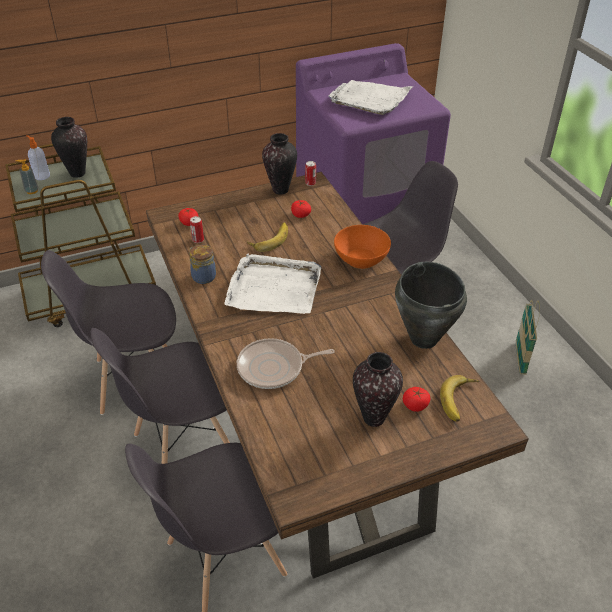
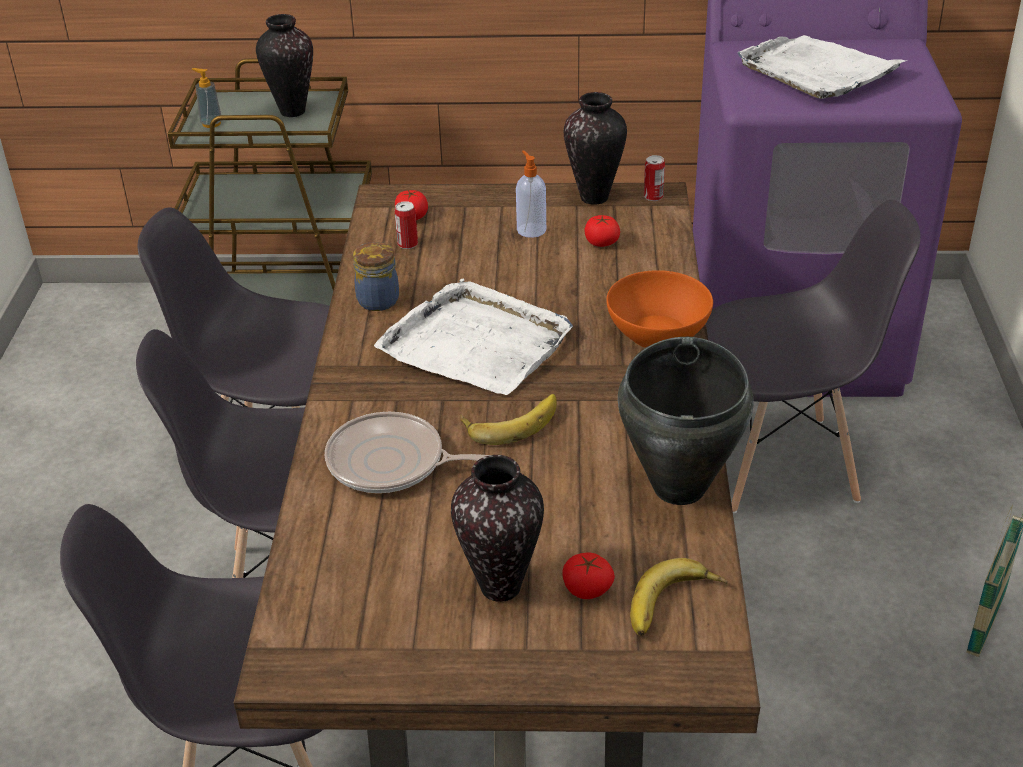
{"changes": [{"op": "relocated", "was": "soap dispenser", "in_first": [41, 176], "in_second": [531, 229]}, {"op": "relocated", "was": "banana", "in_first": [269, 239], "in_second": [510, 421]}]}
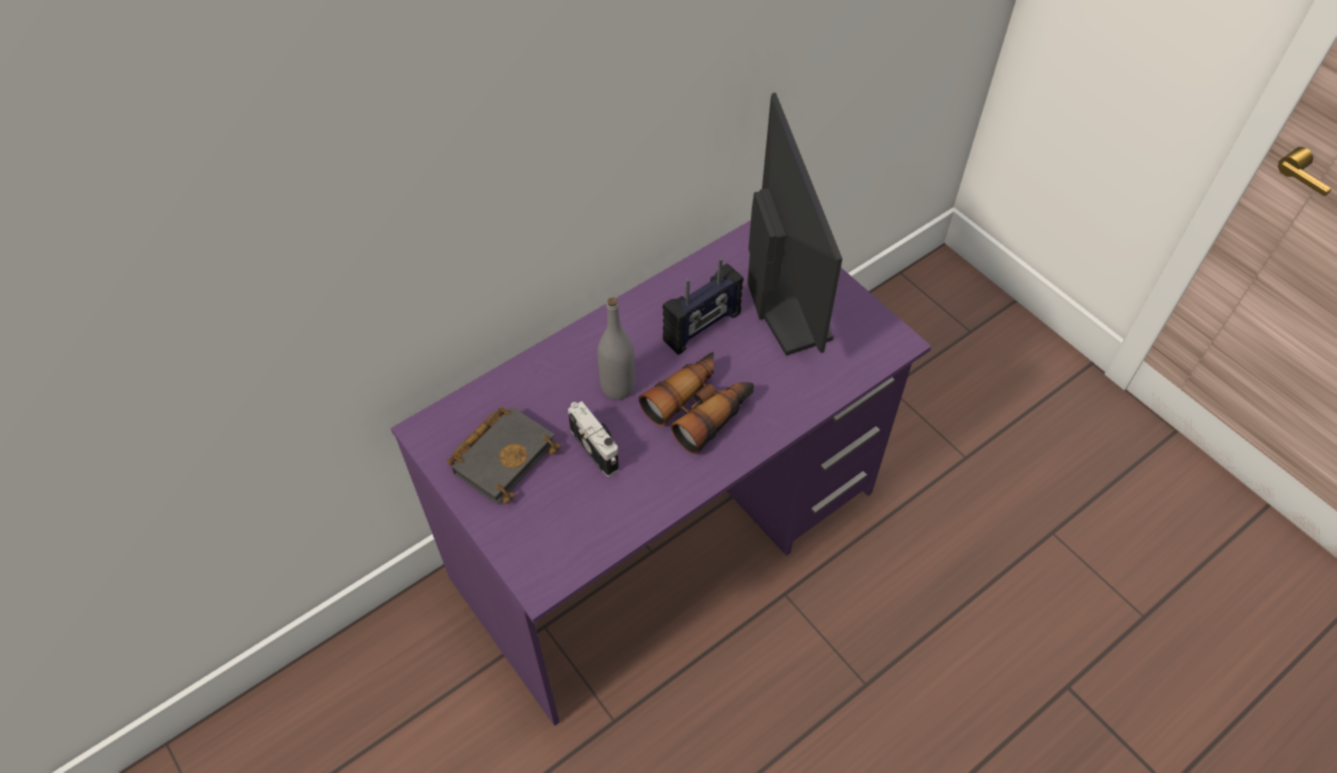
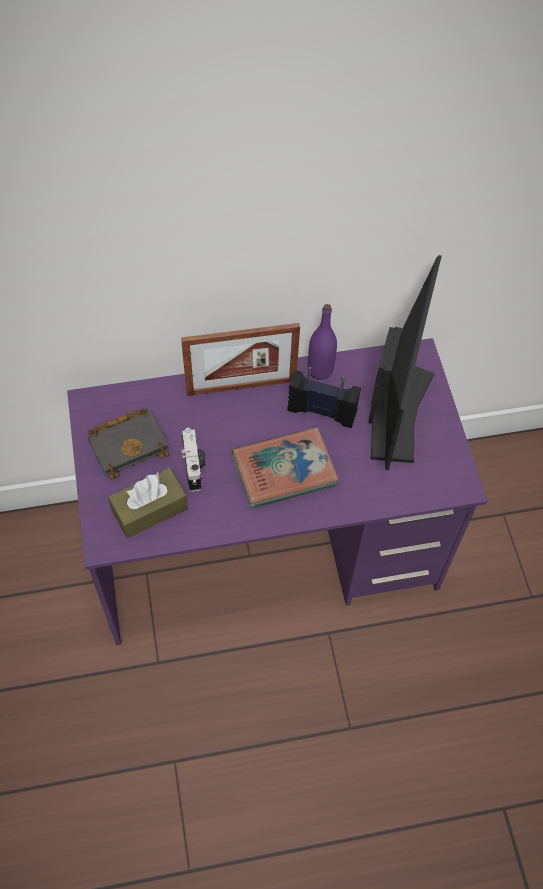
{"changes": [{"op": "missing", "was": "grey bottle", "in_first": [618, 387]}, {"op": "appeared", "now": "brown tissue box", "in_second": [149, 509]}, {"op": "appeared", "now": "picture frame", "in_second": [241, 386]}, {"op": "appeared", "now": "purple bottle", "in_second": [320, 370]}, {"op": "exchanged", "was": "binoculars", "now": "book", "in_first": [700, 408], "in_second": [284, 470]}, {"op": "spun", "was": "radio", "in_first": [702, 327], "in_second": [322, 411], "clockwise": -150}]}
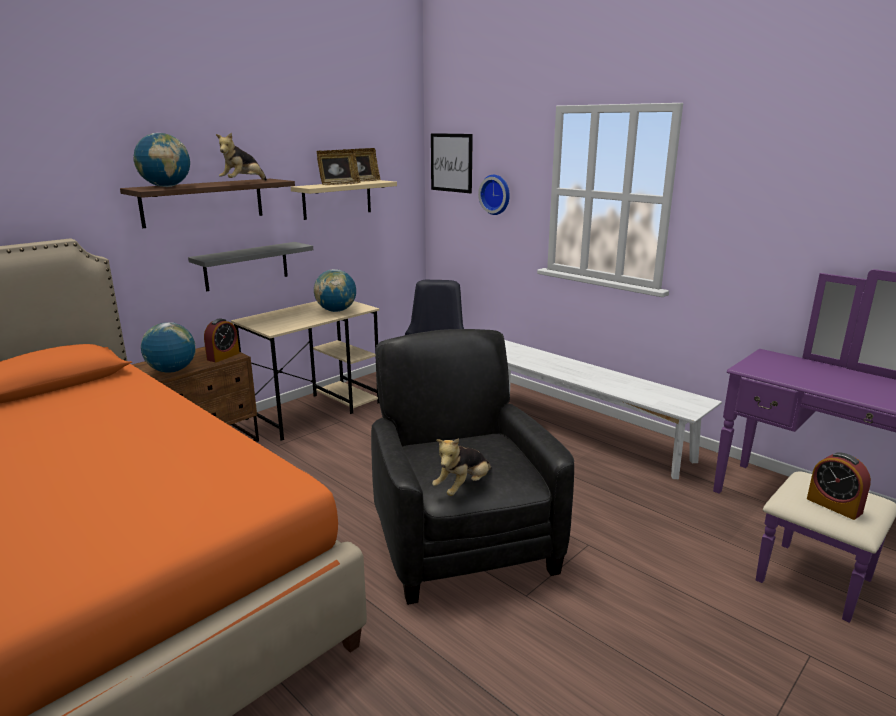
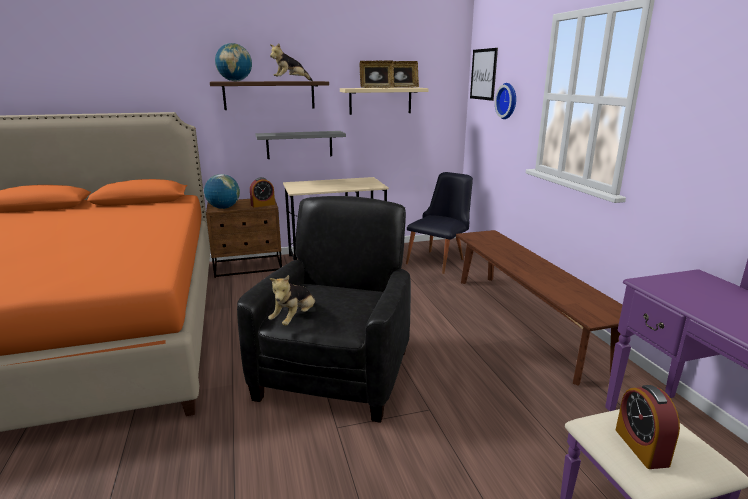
{"changes": [{"op": "missing", "was": "globe", "in_first": [336, 311]}, {"op": "colour", "was": "white bench", "now": "brown bench", "in_first": [580, 431], "in_second": [525, 321]}, {"op": "spun", "was": "plush toy", "in_first": [463, 487], "in_second": [294, 319], "clockwise": -45}]}
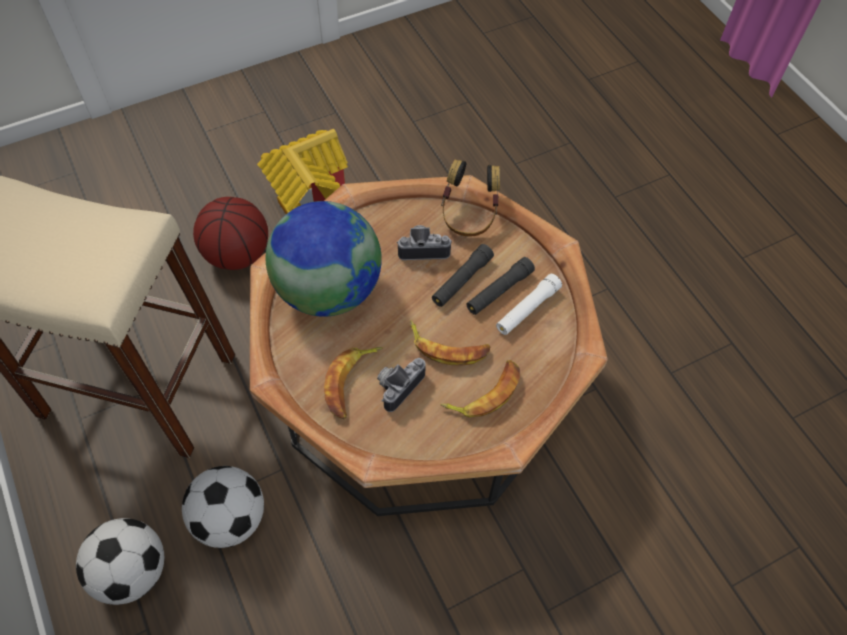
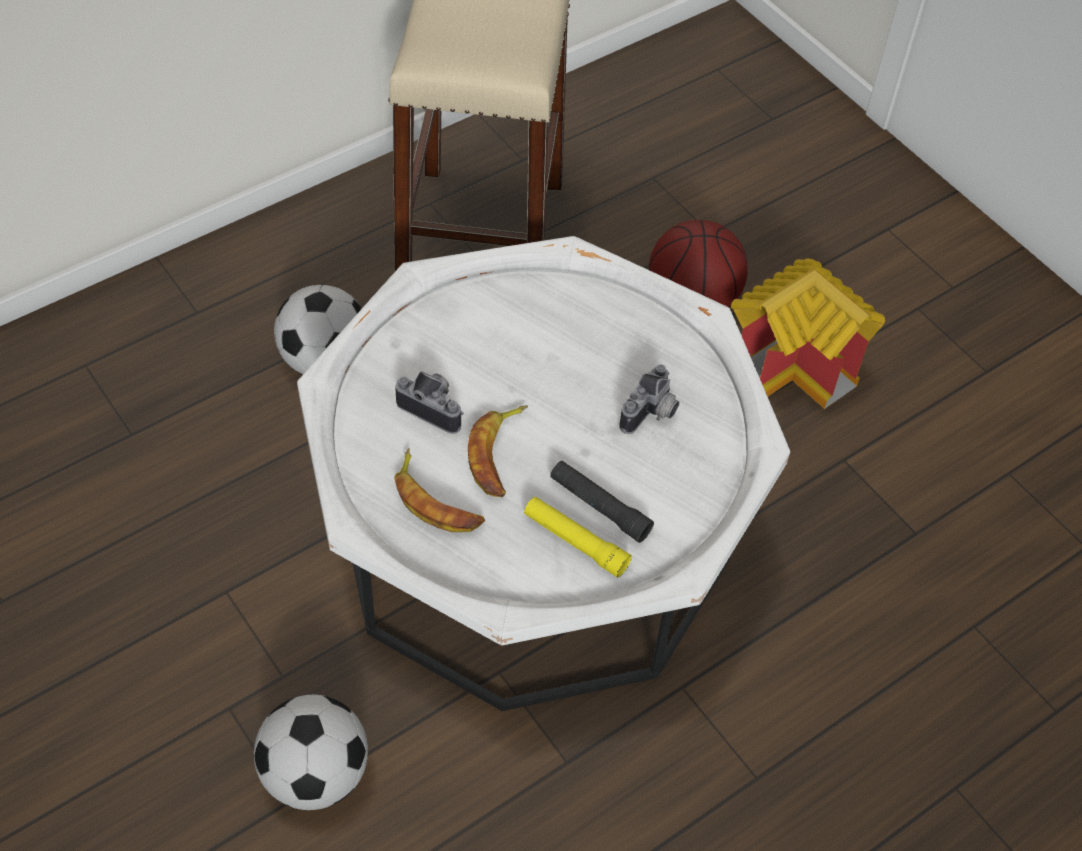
{"changes": [{"op": "missing", "was": "globe", "in_first": [328, 290]}, {"op": "missing", "was": "banana", "in_first": [351, 383]}, {"op": "missing", "was": "black flashlight", "in_first": [461, 280]}, {"op": "missing", "was": "headphones", "in_first": [469, 216]}, {"op": "relocated", "was": "football", "in_first": [132, 571], "in_second": [315, 774]}, {"op": "colour", "was": "brown coffee table", "now": "white coffee table", "in_first": [421, 384], "in_second": [533, 533]}, {"op": "colour", "was": "white flashlight", "now": "yellow flashlight", "in_first": [527, 309], "in_second": [575, 542]}, {"op": "spun", "was": "photo camera", "in_first": [423, 248], "in_second": [652, 414], "clockwise": 45}]}
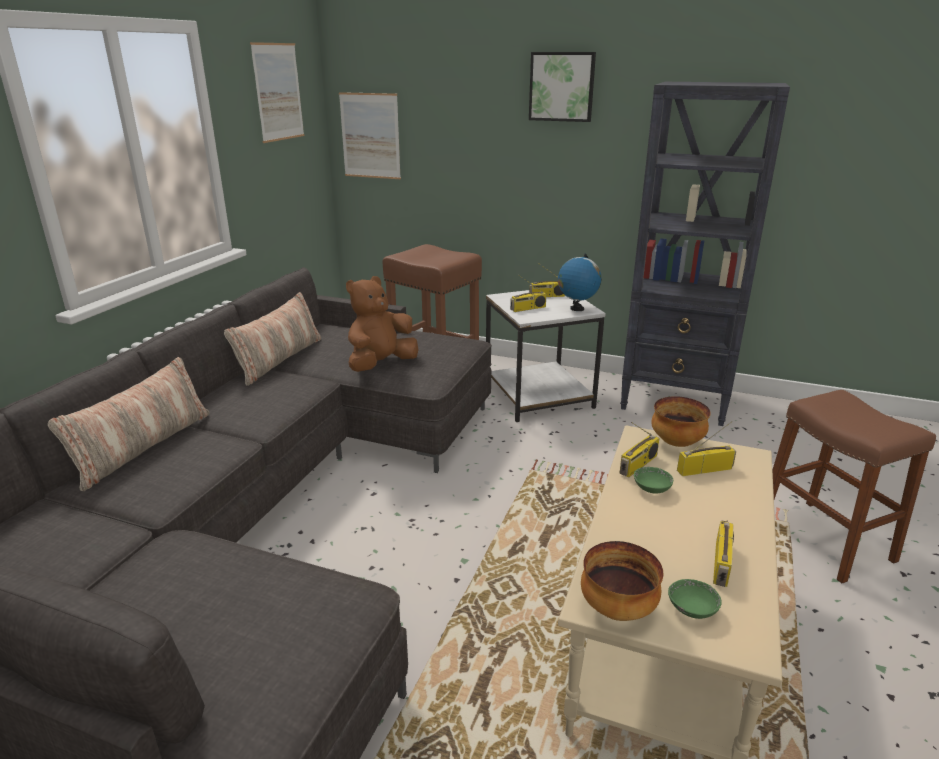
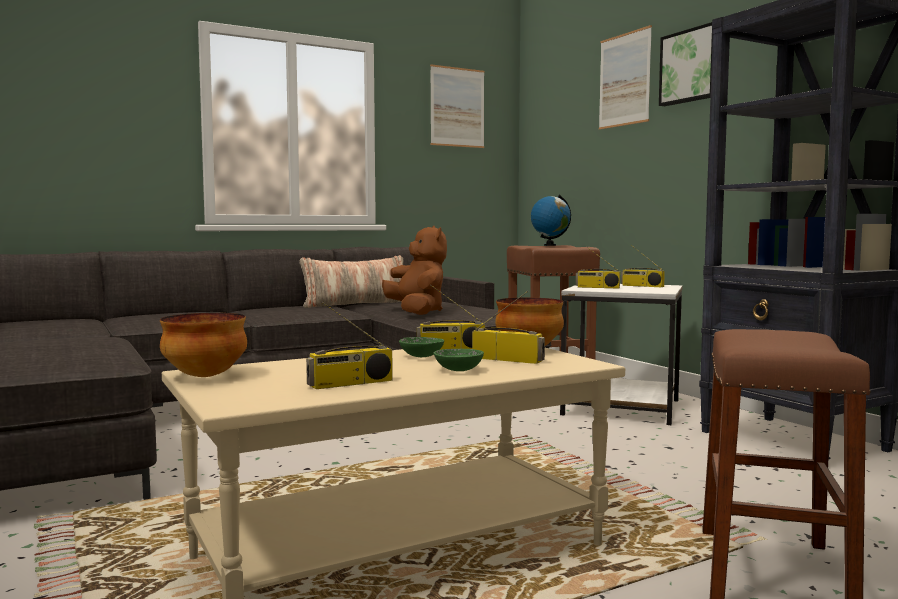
{"changes": [{"op": "missing", "was": "pillow", "in_first": [143, 446]}, {"op": "relocated", "was": "picture", "in_first": [370, 136], "in_second": [624, 80]}, {"op": "relocated", "was": "globe", "in_first": [577, 309], "in_second": [550, 245]}, {"op": "relocated", "was": "green bowl", "in_first": [692, 609], "in_second": [458, 370]}, {"op": "spun", "was": "brown plush toy", "in_first": [381, 365], "in_second": [417, 312], "clockwise": 75}]}
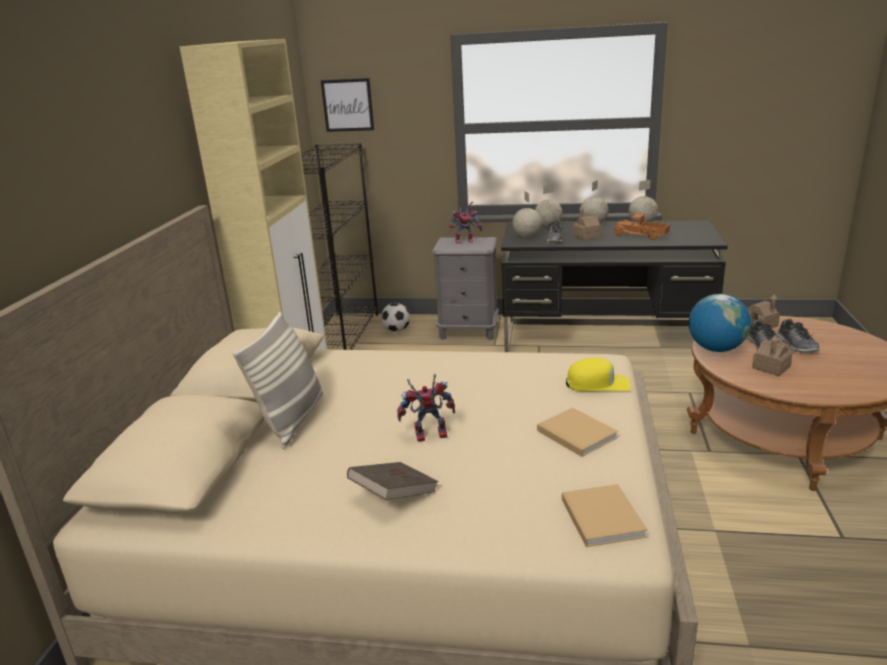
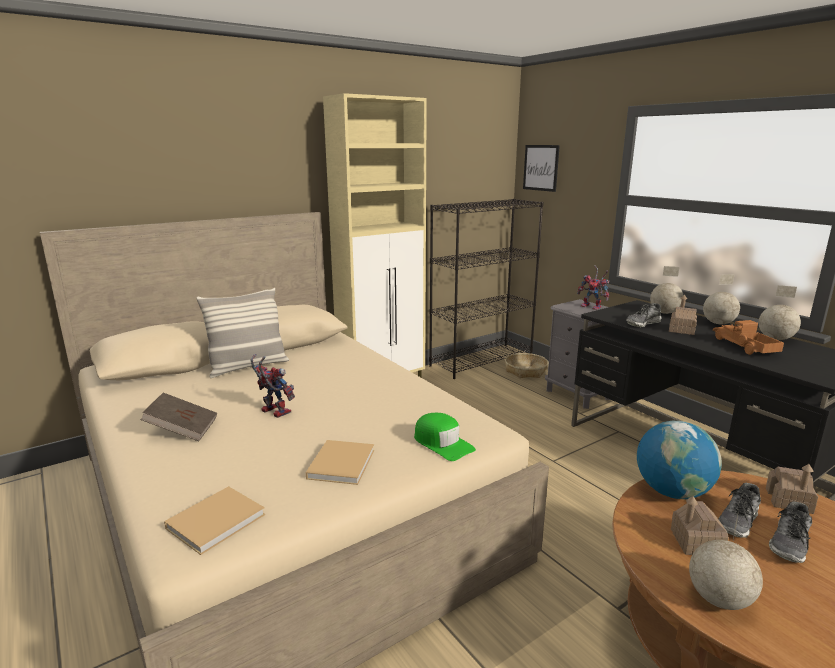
{"changes": [{"op": "relocated", "was": "globe", "in_first": [526, 237], "in_second": [718, 599]}, {"op": "exchanged", "was": "football", "now": "basket", "in_first": [396, 330], "in_second": [525, 371]}, {"op": "colour", "was": "yellow cap", "now": "green cap", "in_first": [597, 384], "in_second": [442, 443]}]}
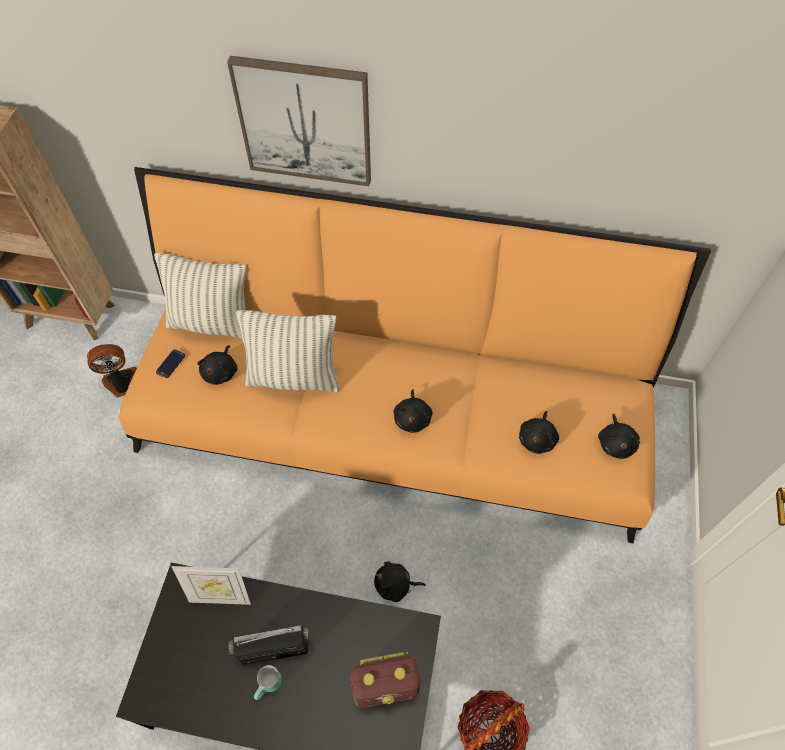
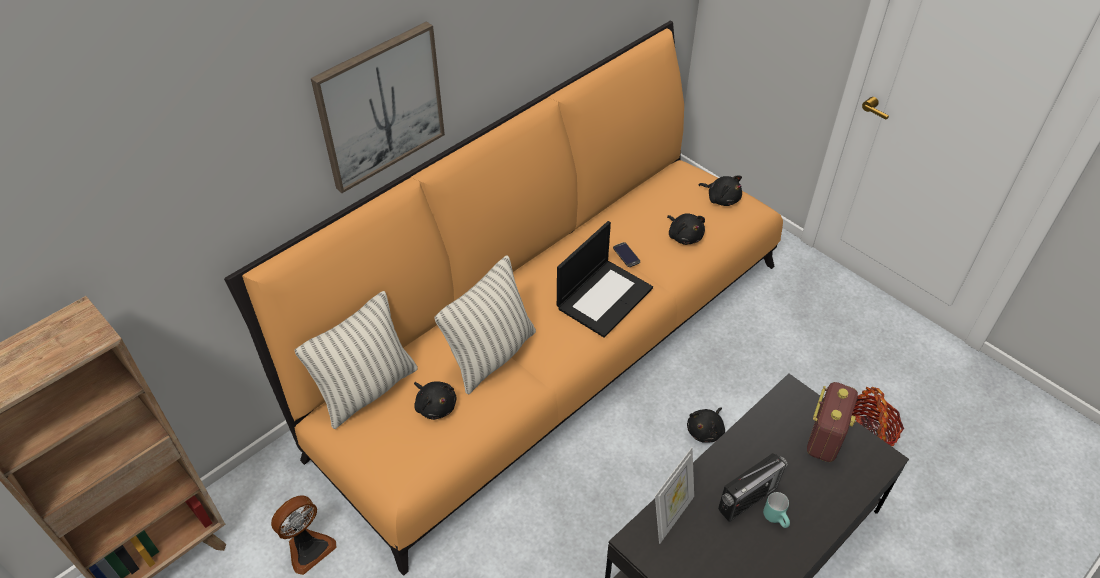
{"changes": [{"op": "relocated", "was": "phone", "in_first": [170, 363], "in_second": [626, 255]}, {"op": "exchanged", "was": "black plush toy", "now": "laptop", "in_first": [412, 418], "in_second": [604, 297]}, {"op": "spun", "was": "fan", "in_first": [122, 383], "in_second": [308, 548], "clockwise": -150}, {"op": "spun", "was": "radio", "in_first": [275, 650], "in_second": [747, 498], "clockwise": -150}]}
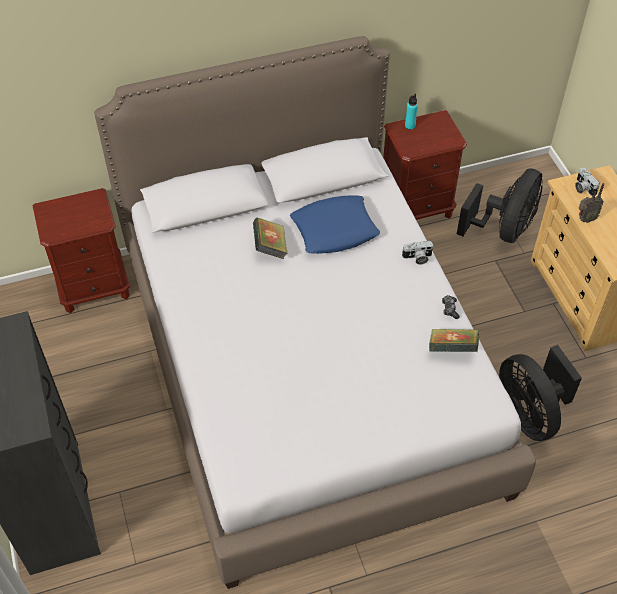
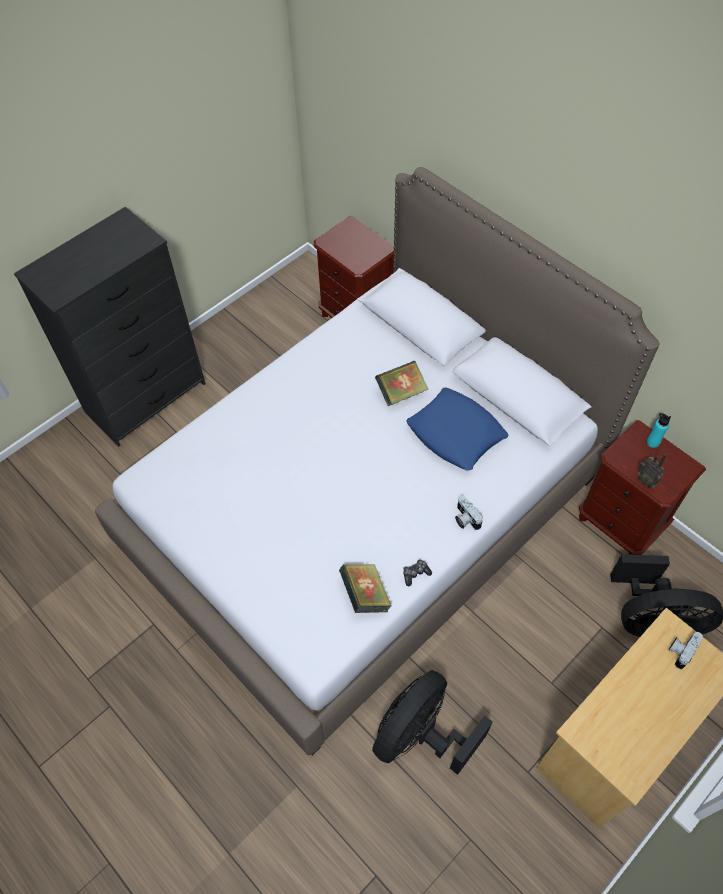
{"changes": [{"op": "relocated", "was": "radio", "in_first": [585, 219], "in_second": [646, 480]}]}
